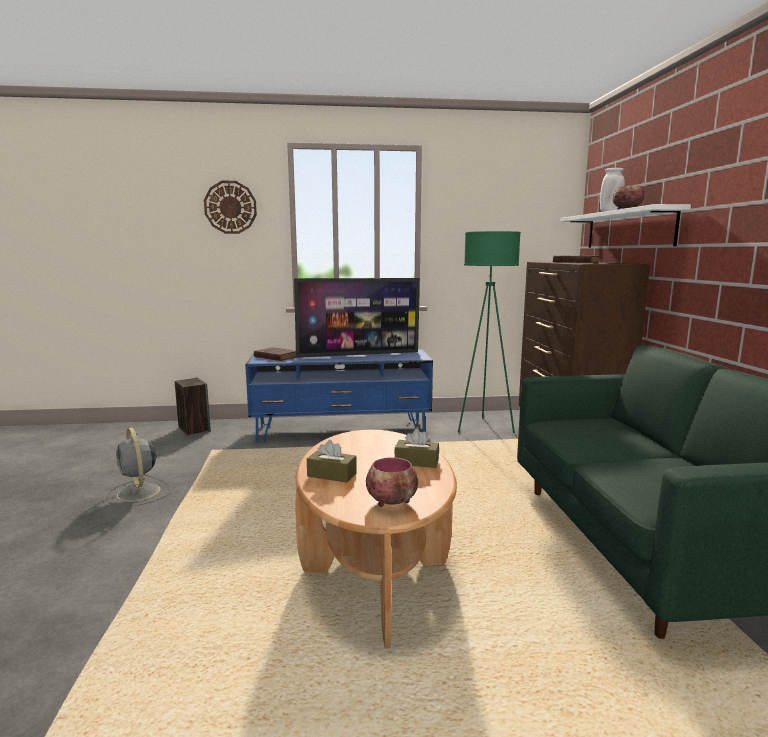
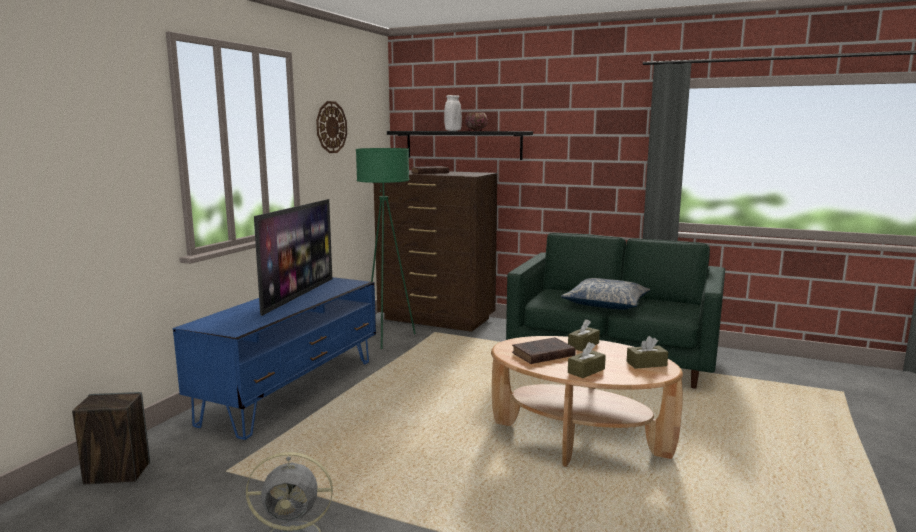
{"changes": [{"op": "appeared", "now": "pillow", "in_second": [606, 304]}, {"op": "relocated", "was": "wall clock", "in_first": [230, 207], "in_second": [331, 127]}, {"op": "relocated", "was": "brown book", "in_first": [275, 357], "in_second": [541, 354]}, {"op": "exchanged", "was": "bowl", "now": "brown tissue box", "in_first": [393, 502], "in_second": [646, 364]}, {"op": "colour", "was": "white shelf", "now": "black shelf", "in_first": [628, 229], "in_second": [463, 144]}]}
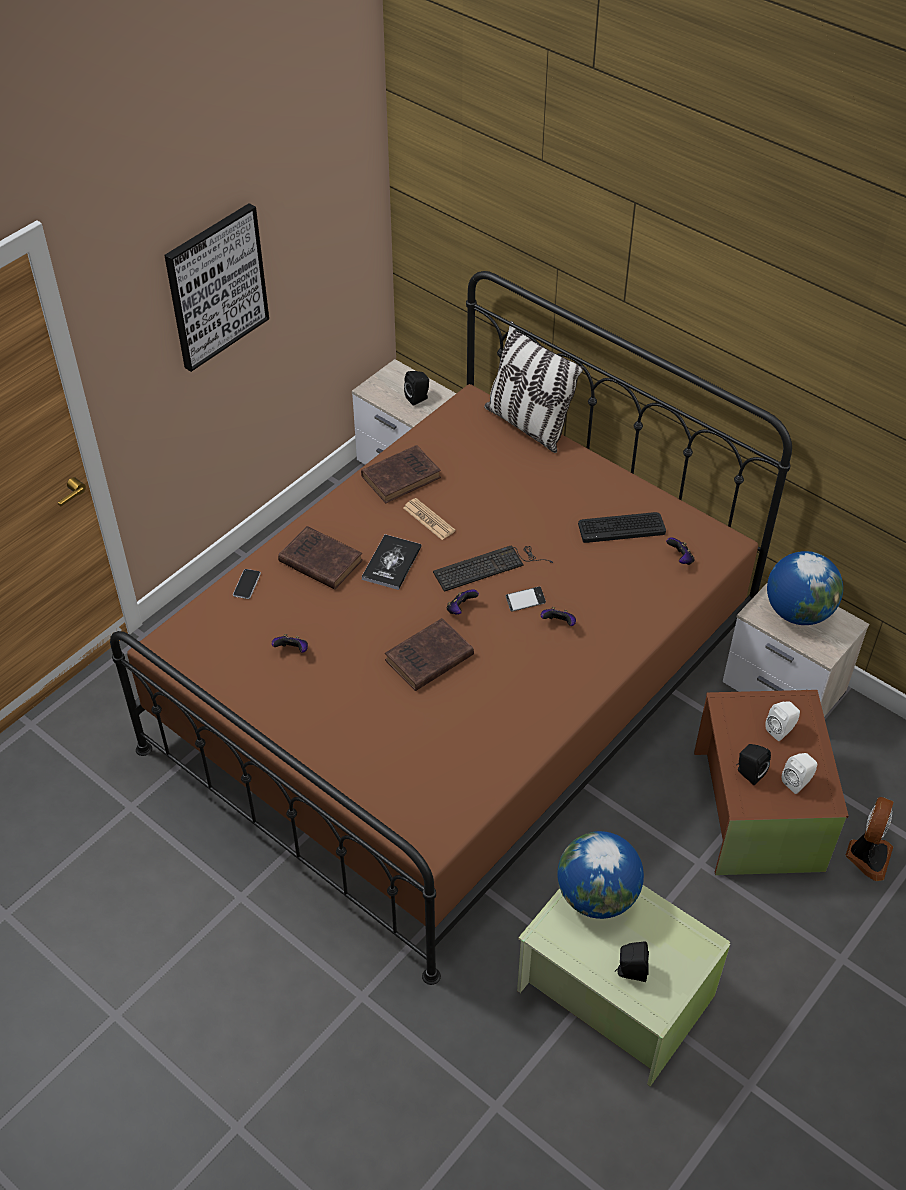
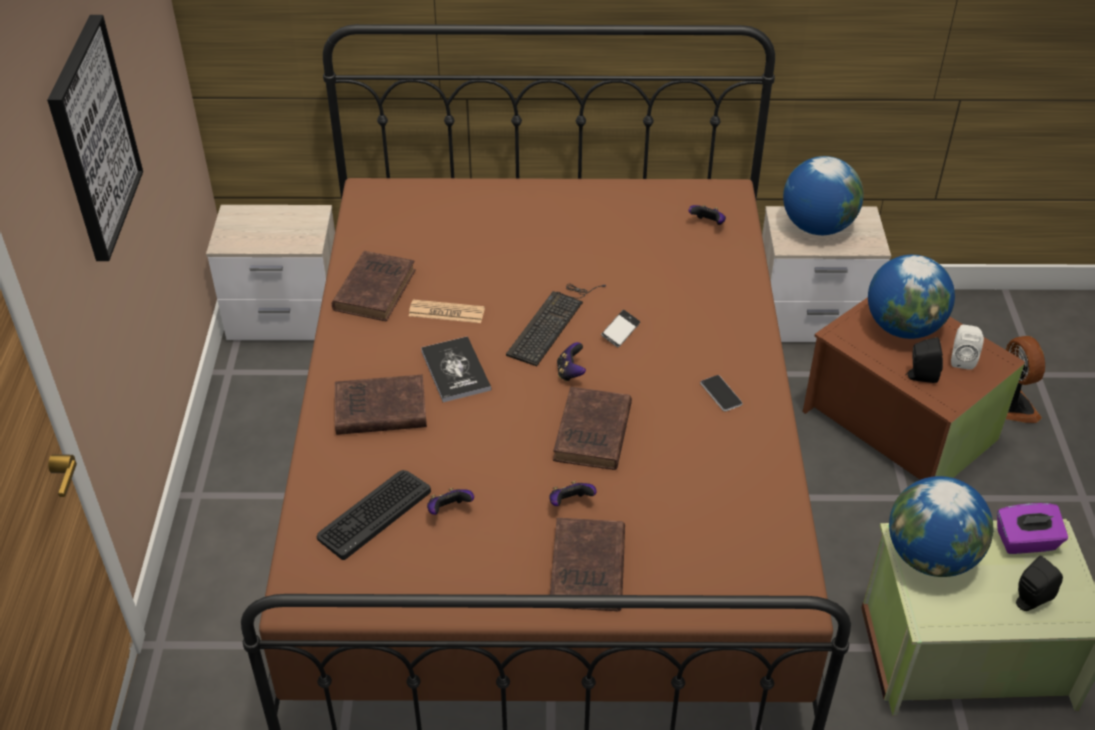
{"changes": [{"op": "missing", "was": "black speaker", "in_first": [418, 398]}, {"op": "missing", "was": "pillow", "in_first": [528, 425]}, {"op": "appeared", "now": "brown book", "in_second": [587, 571]}, {"op": "appeared", "now": "purple tissue box", "in_second": [1026, 542]}, {"op": "relocated", "was": "phone", "in_first": [247, 584], "in_second": [721, 394]}, {"op": "relocated", "was": "game controller", "in_first": [558, 624], "in_second": [570, 503]}, {"op": "relocated", "was": "keyboard", "in_first": [621, 527], "in_second": [373, 514]}, {"op": "exchanged", "was": "white speaker", "now": "globe", "in_first": [781, 730], "in_second": [903, 327]}]}
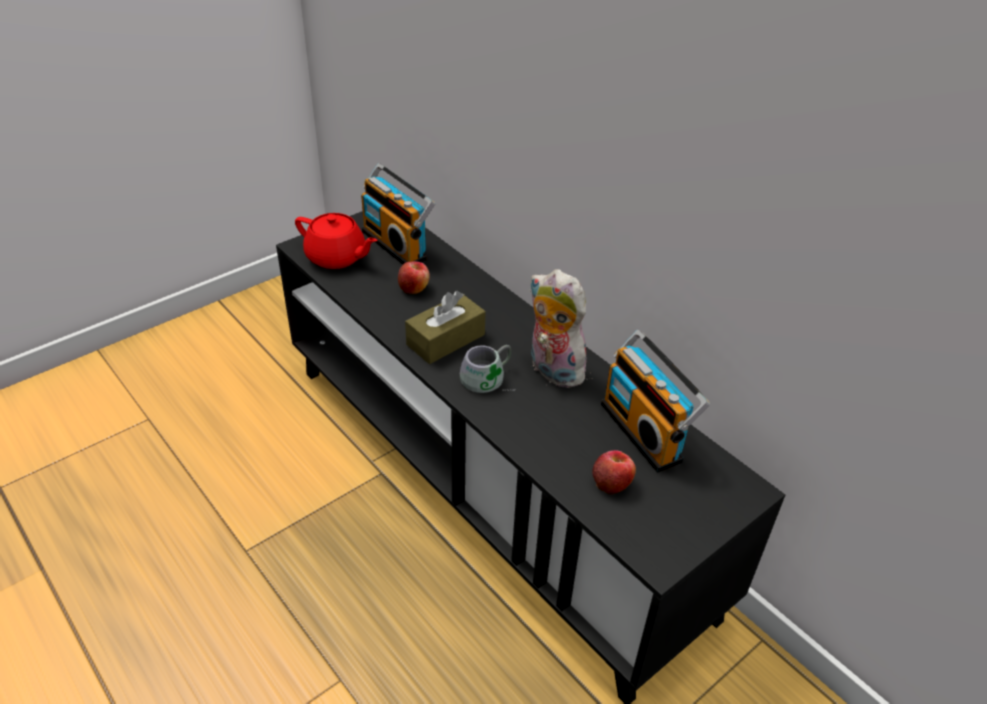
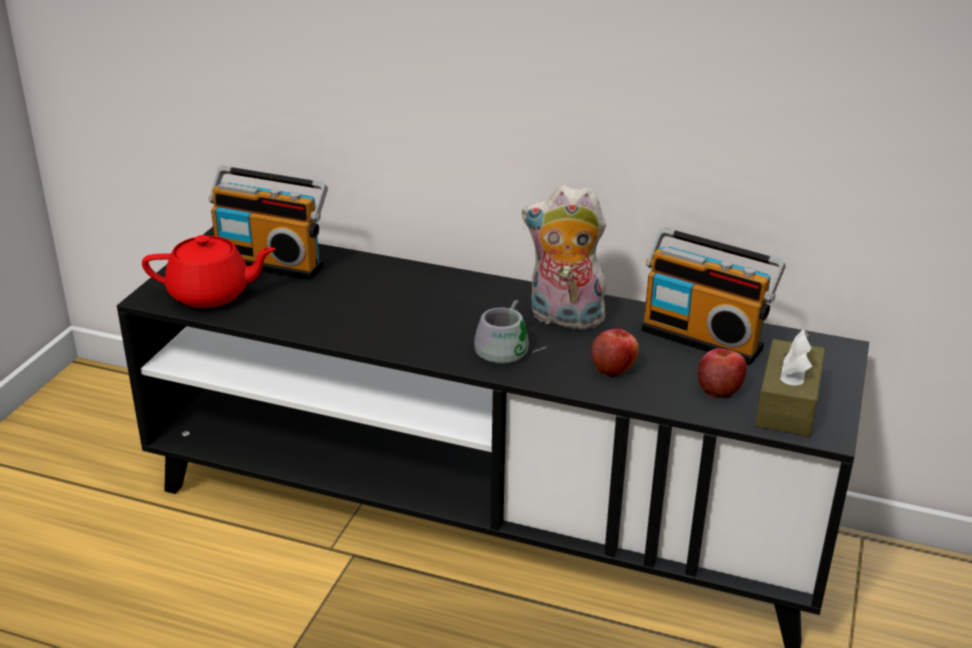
{"changes": [{"op": "relocated", "was": "apple", "in_first": [414, 288], "in_second": [613, 368]}, {"op": "relocated", "was": "brown tissue box", "in_first": [445, 340], "in_second": [787, 404]}]}
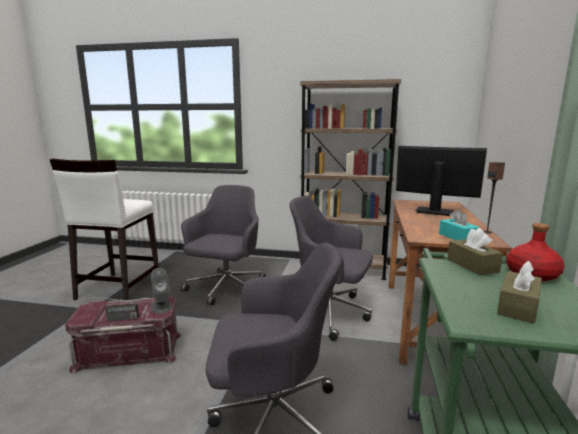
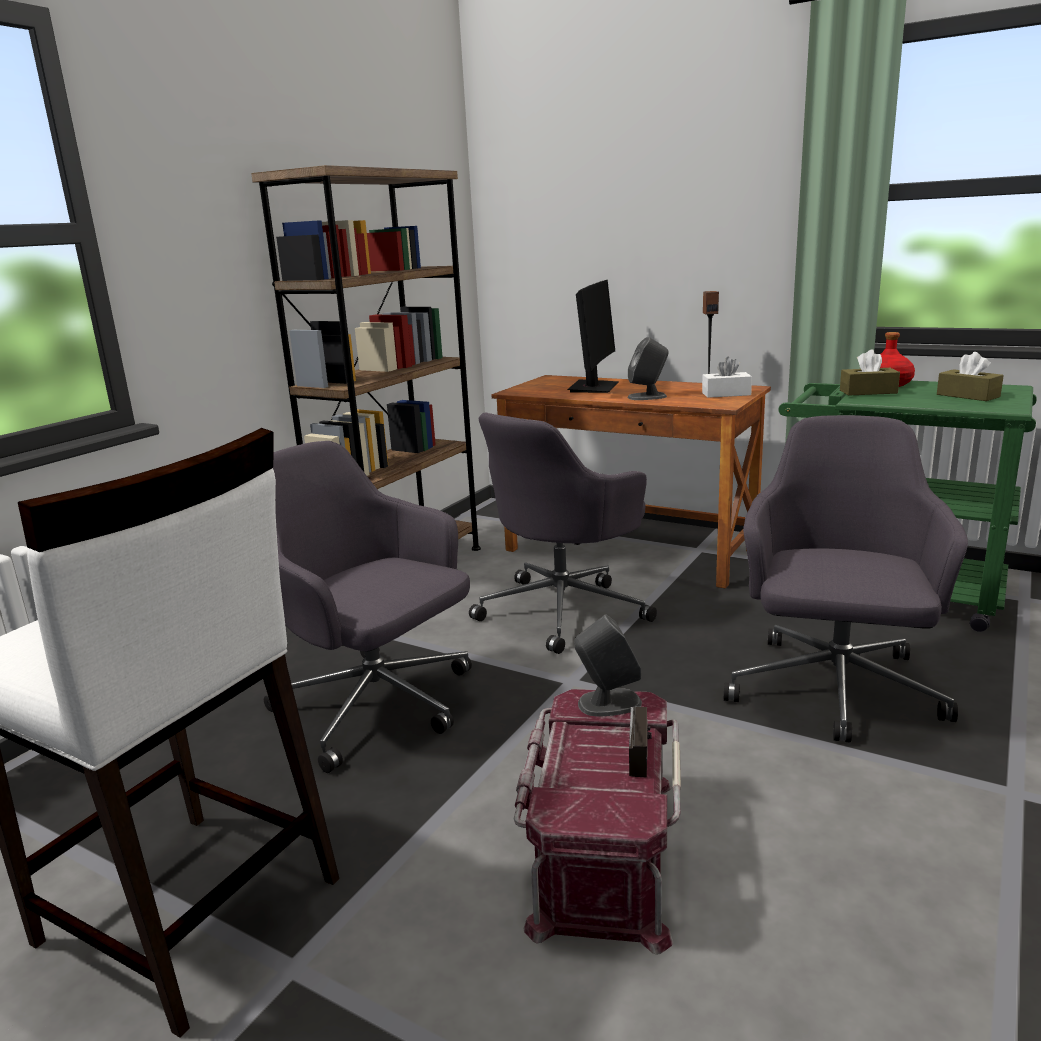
{"changes": [{"op": "appeared", "now": "grey speaker", "in_second": [647, 397]}, {"op": "colour", "was": "turquoise tissue box", "now": "white tissue box", "in_first": [457, 237], "in_second": [726, 394]}, {"op": "spun", "was": "monitor", "in_first": [434, 211], "in_second": [593, 387], "clockwise": 150}]}
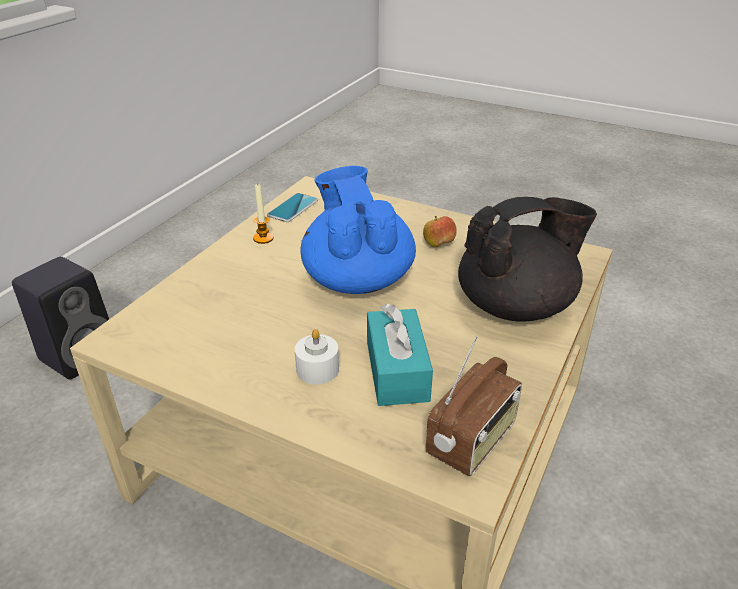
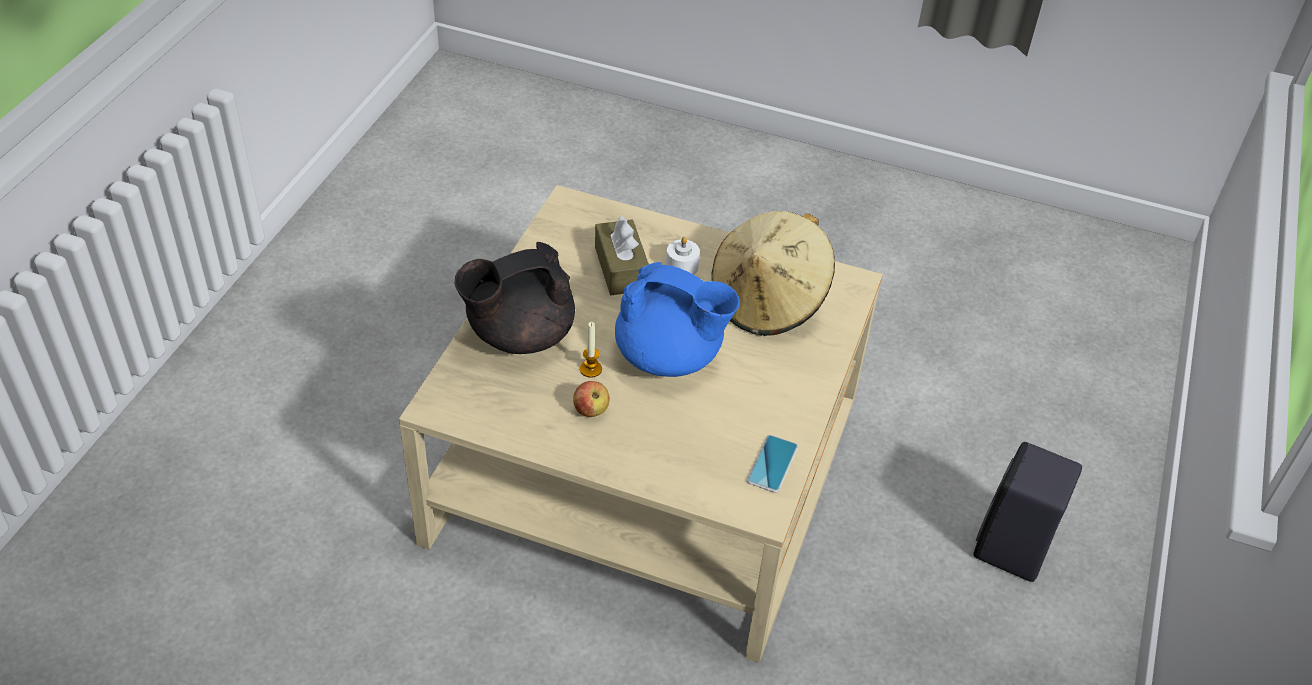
{"changes": [{"op": "missing", "was": "radio", "in_first": [472, 441]}, {"op": "appeared", "now": "beige hat", "in_second": [768, 301]}, {"op": "relocated", "was": "candle", "in_first": [263, 238], "in_second": [590, 369]}, {"op": "colour", "was": "turquoise tissue box", "now": "brown tissue box", "in_first": [397, 371], "in_second": [621, 268]}, {"op": "spun", "was": "blue teapot", "in_first": [357, 279], "in_second": [670, 357], "clockwise": -45}]}
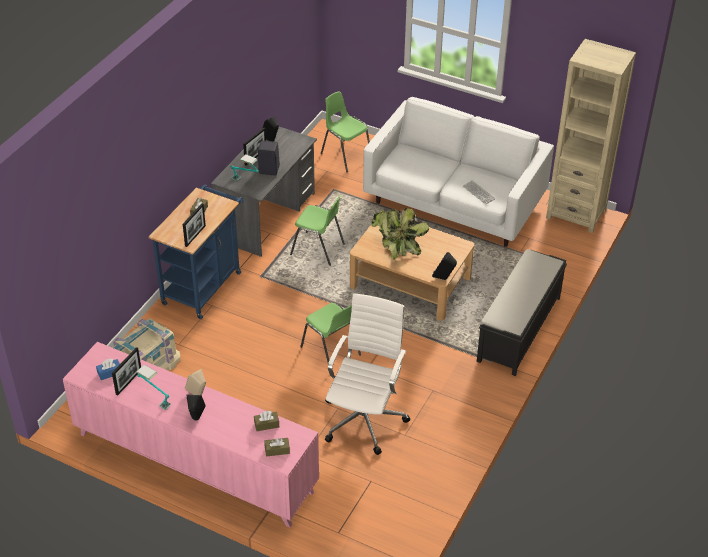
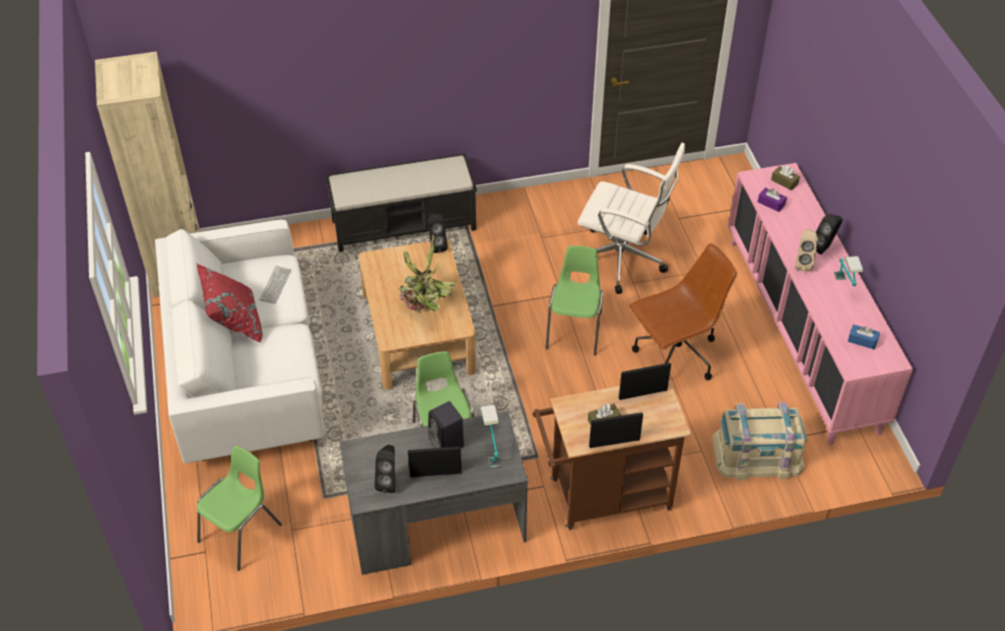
{"changes": [{"op": "appeared", "now": "red pillow", "in_second": [234, 322]}, {"op": "appeared", "now": "brown office chair", "in_second": [675, 356]}, {"op": "relocated", "was": "picture frame", "in_first": [128, 382], "in_second": [614, 443]}, {"op": "colour", "was": "blue cart", "now": "brown cart", "in_first": [204, 285], "in_second": [603, 496]}, {"op": "colour", "was": "brown tissue box", "now": "purple tissue box", "in_first": [266, 424], "in_second": [771, 203]}, {"op": "spun", "was": "green chair", "in_first": [345, 155], "in_second": [241, 533], "clockwise": -150}, {"op": "spun", "was": "white office chair", "in_first": [365, 418], "in_second": [622, 259], "clockwise": -135}]}
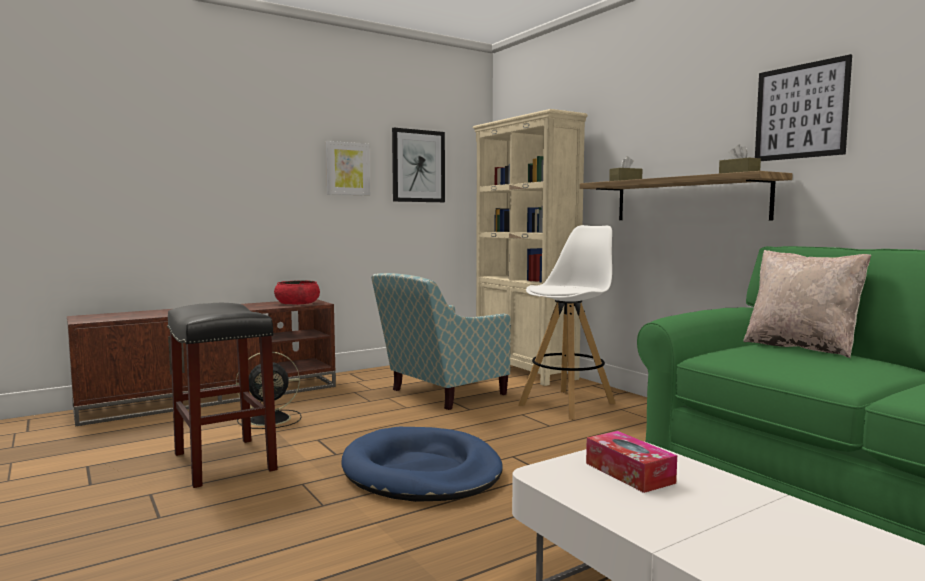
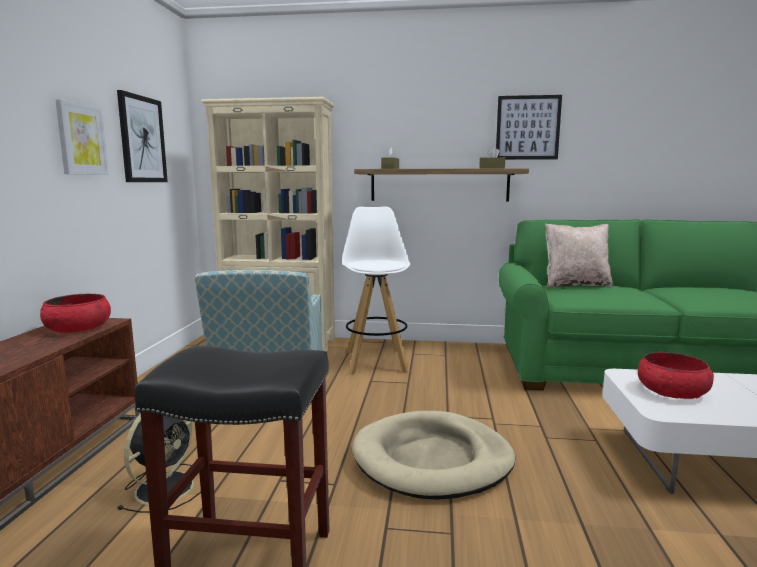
{"changes": [{"op": "exchanged", "was": "tissue box", "now": "red bowl", "in_first": [629, 473], "in_second": [672, 391]}, {"op": "colour", "was": "blue dog bed", "now": "beige dog bed", "in_first": [421, 471], "in_second": [432, 459]}]}
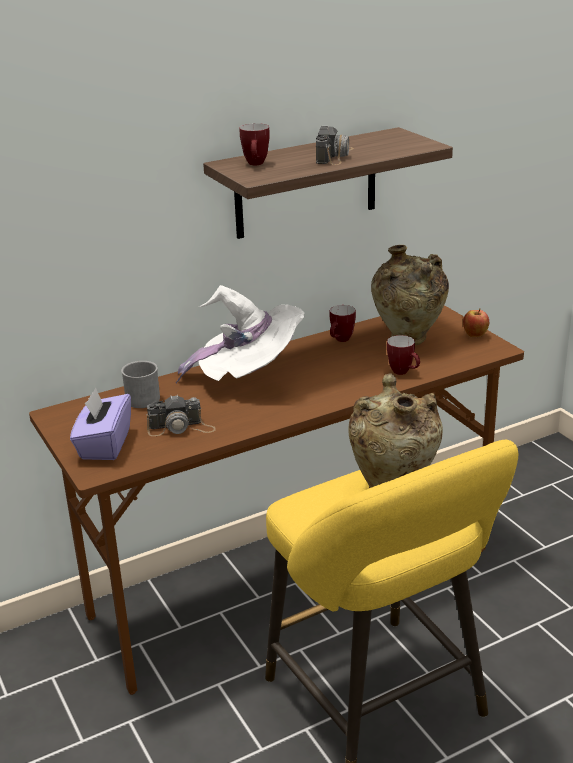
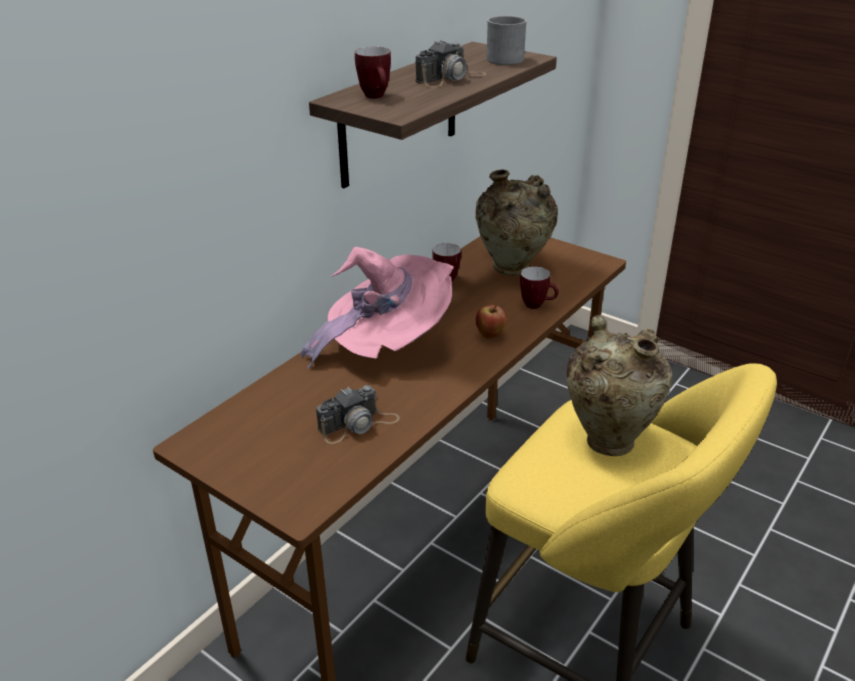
{"changes": [{"op": "missing", "was": "purple tissue box", "in_first": [104, 445]}, {"op": "relocated", "was": "grey mug", "in_first": [145, 397], "in_second": [503, 58]}, {"op": "relocated", "was": "apple", "in_first": [475, 336], "in_second": [490, 336]}, {"op": "colour", "was": "white hat", "now": "pink hat", "in_first": [250, 377], "in_second": [386, 344]}, {"op": "spun", "was": "photo camera", "in_first": [335, 155], "in_second": [450, 78], "clockwise": 60}]}
